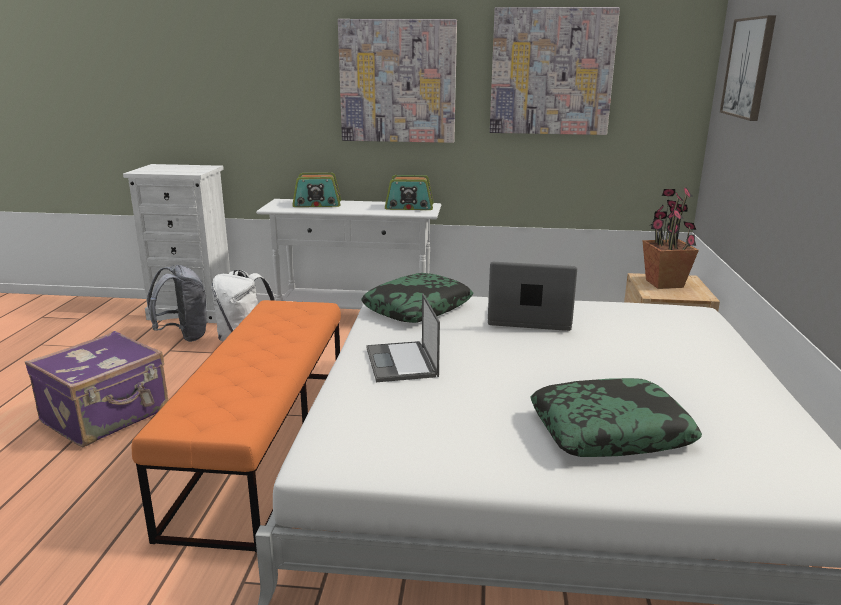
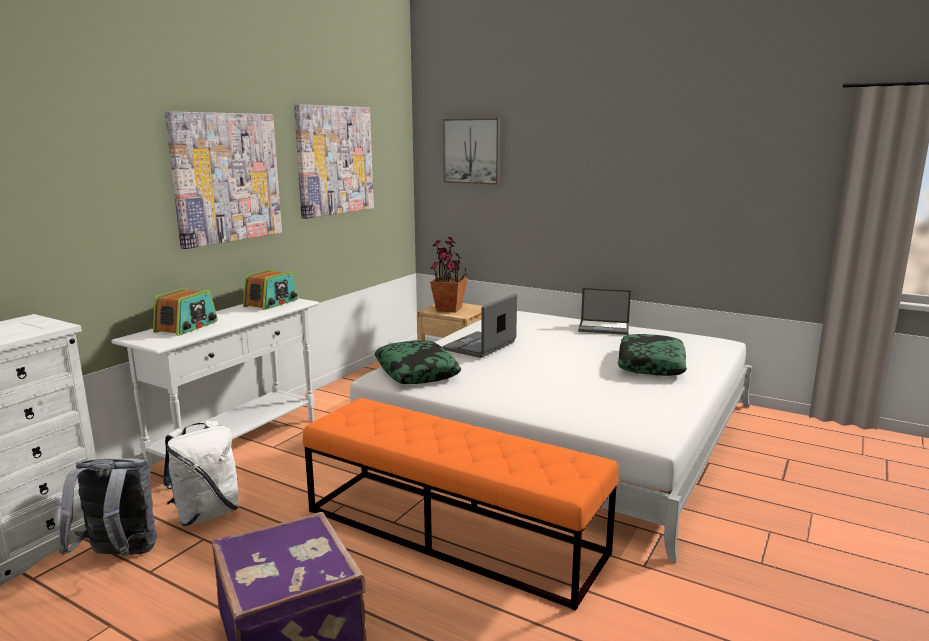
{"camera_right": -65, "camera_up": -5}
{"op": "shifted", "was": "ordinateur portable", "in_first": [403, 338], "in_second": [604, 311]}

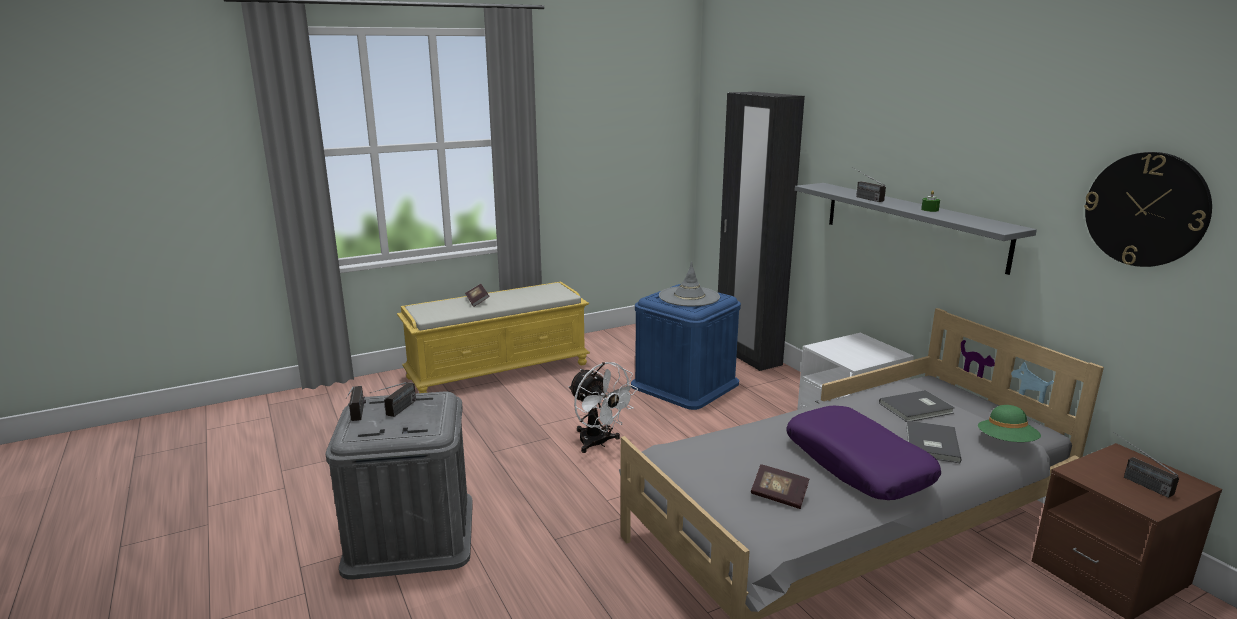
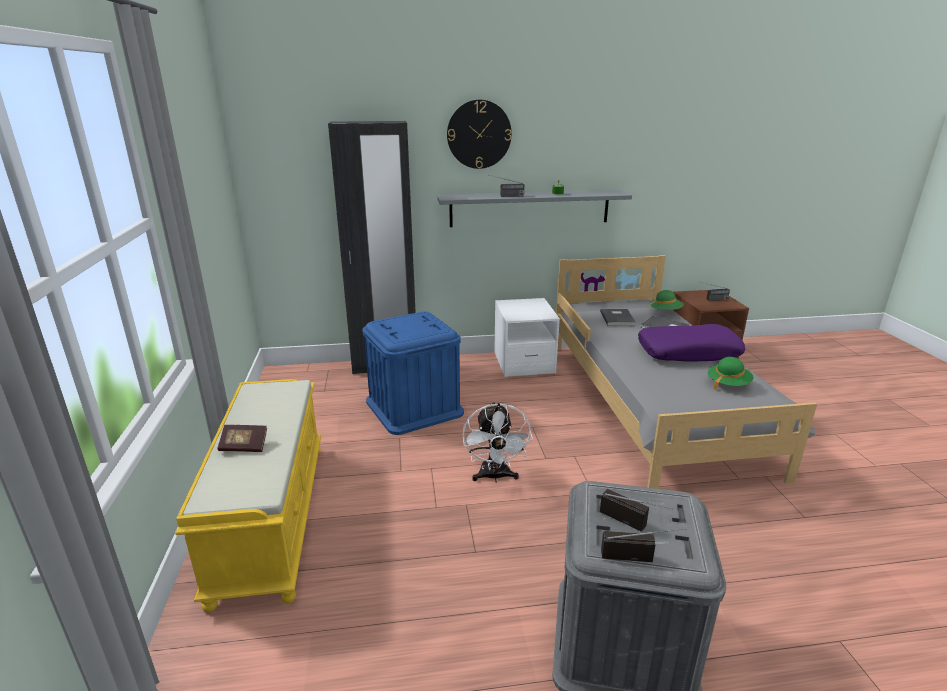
{"camera_right": -70, "camera_up": 5}
{"op": "gone", "was": "chapeau (gris)", "in_first": [689, 284]}
{"op": "shifted", "was": "horloge murale", "in_first": [1148, 209], "in_second": [479, 134]}
{"op": "swapped", "was": "livre", "now": "chapeau (vert)", "in_first": [780, 486], "in_second": [730, 373]}
{"op": "rotated", "was": "ventilateur (blanc)", "in_first": [603, 407], "in_second": [497, 442], "clockwise": 105}

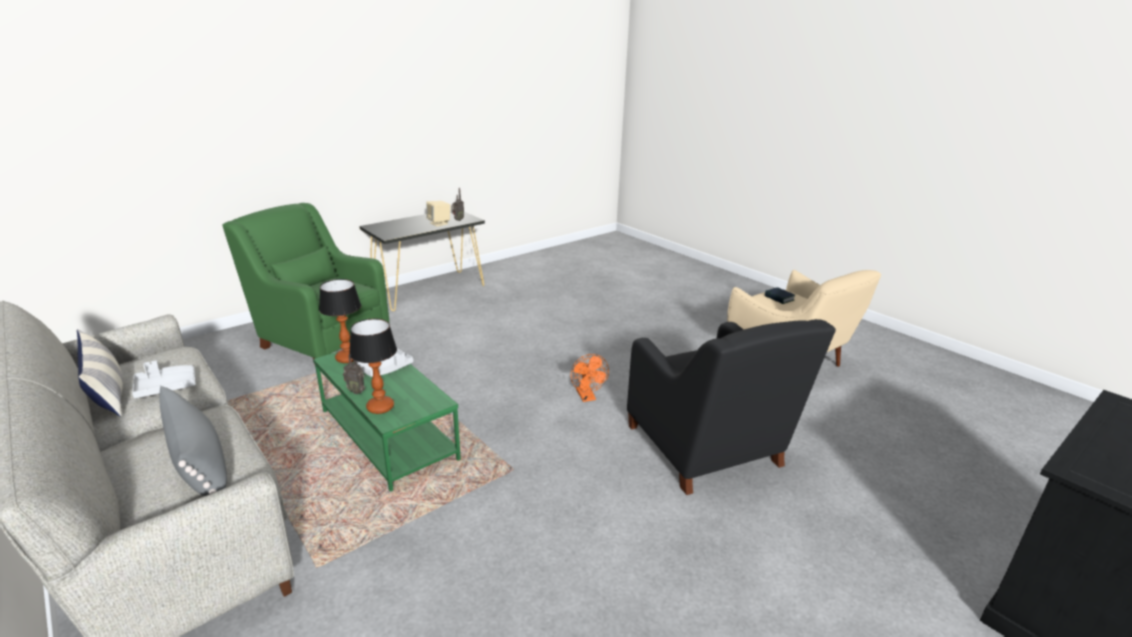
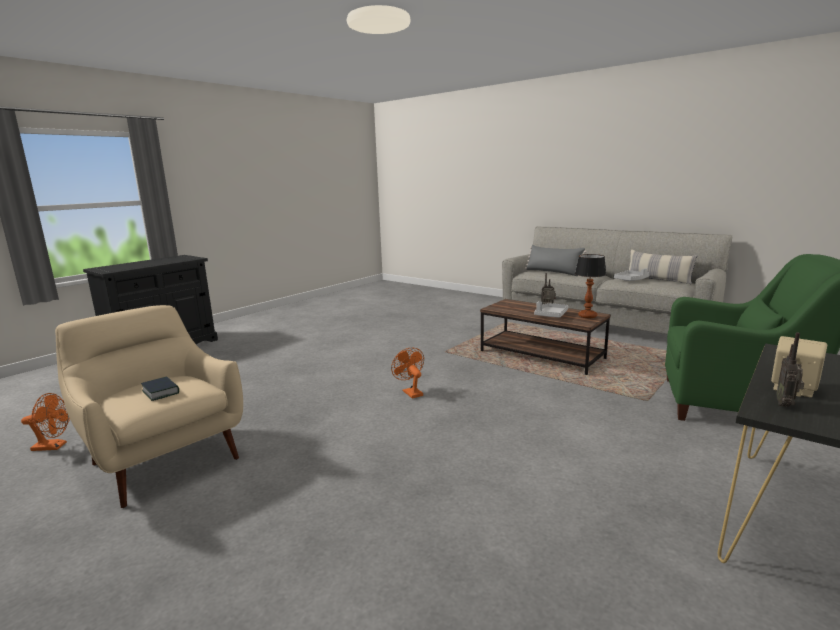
{"camera_right": 170, "camera_up": -10}
{"op": "gone", "was": "lampe de table", "in_first": [373, 366]}
{"op": "gone", "was": "fauteuil (noir)", "in_first": [731, 407]}
{"op": "new", "now": "ventilateur (orange)", "in_second": [45, 422]}
{"op": "repainted", "was": "table basse (vert)", "now": "table basse (marron)", "in_first": [387, 421], "in_second": [545, 337]}

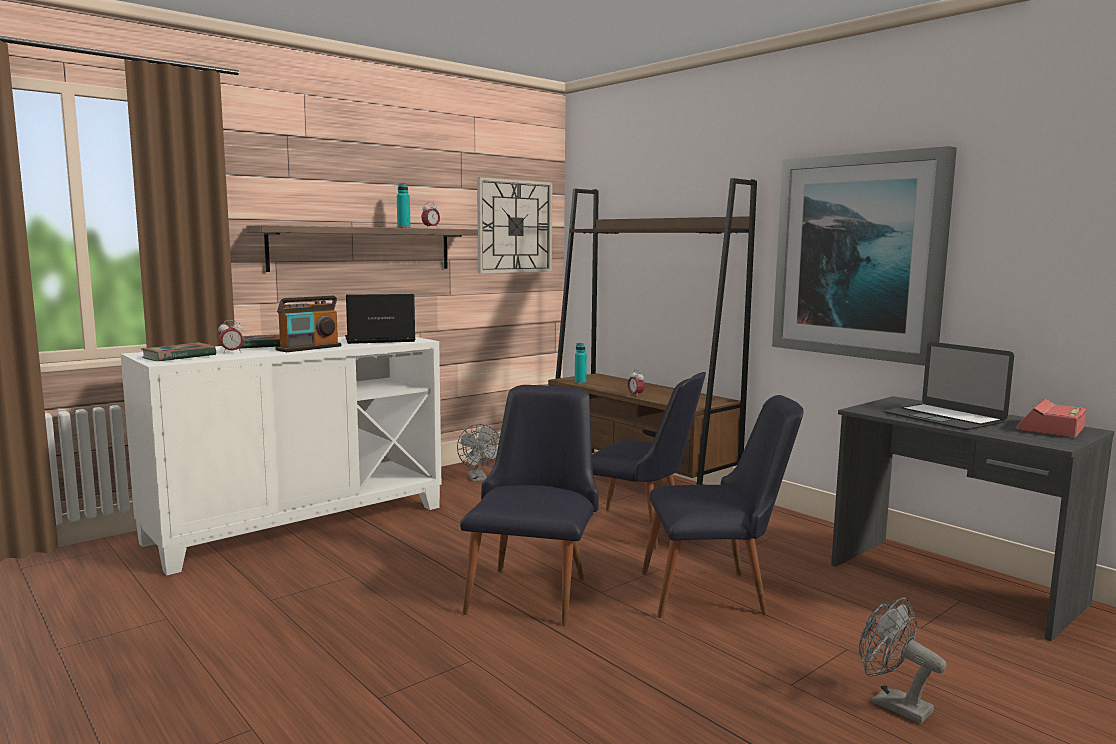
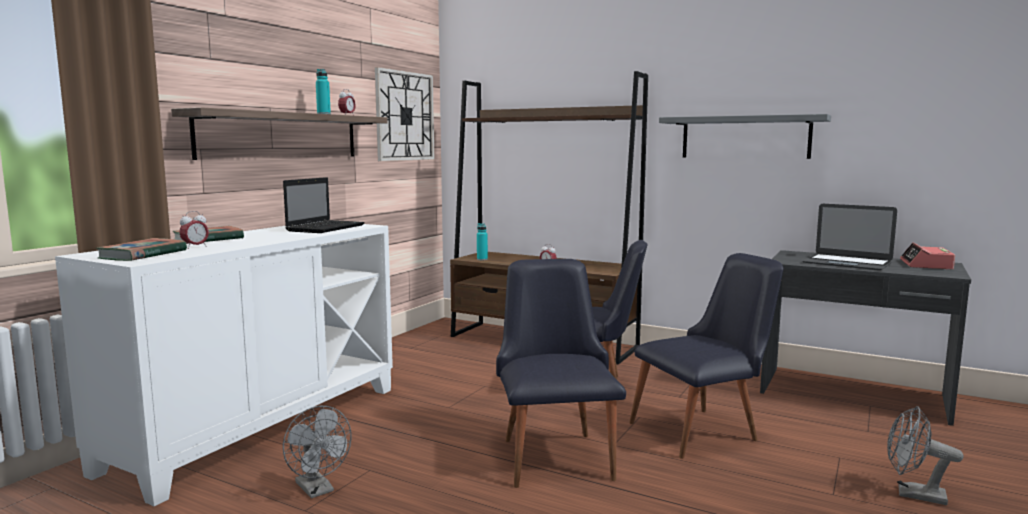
{"camera_right": -20, "camera_up": 0}
{"op": "gone", "was": "radio", "in_first": [308, 324]}
{"op": "shifted", "was": "ventilateur (gris)", "in_first": [478, 453], "in_second": [317, 452]}
{"op": "swapped", "was": "tableau", "now": "étagère (gris)", "in_first": [864, 256], "in_second": [745, 136]}
{"op": "rotated", "was": "ordinateur portable", "in_first": [380, 319], "in_second": [324, 205], "clockwise": 150}

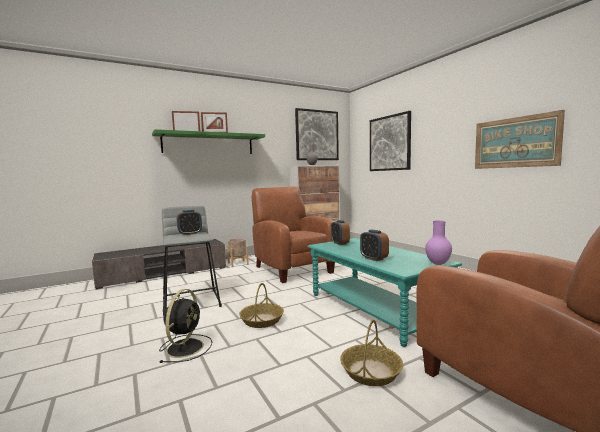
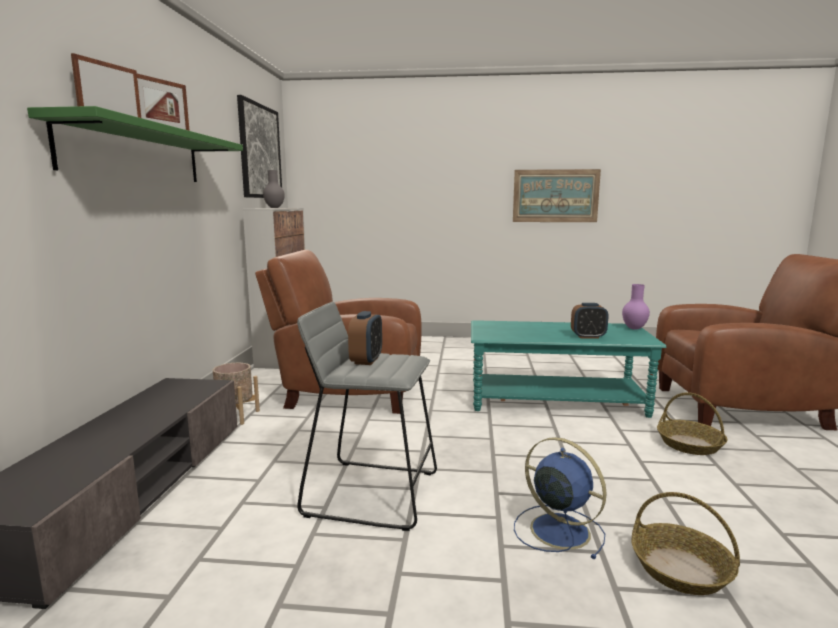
{"camera_right": -55, "camera_up": 5}
{"op": "gone", "was": "réveil", "in_first": [340, 232]}
{"op": "gone", "was": "tableau", "in_first": [390, 141]}
{"op": "shifted", "was": "panier", "in_first": [261, 305], "in_second": [686, 543]}
{"op": "repainted", "was": "ventilateur (noir)", "now": "ventilateur (bleu)", "in_first": [185, 326], "in_second": [560, 498]}

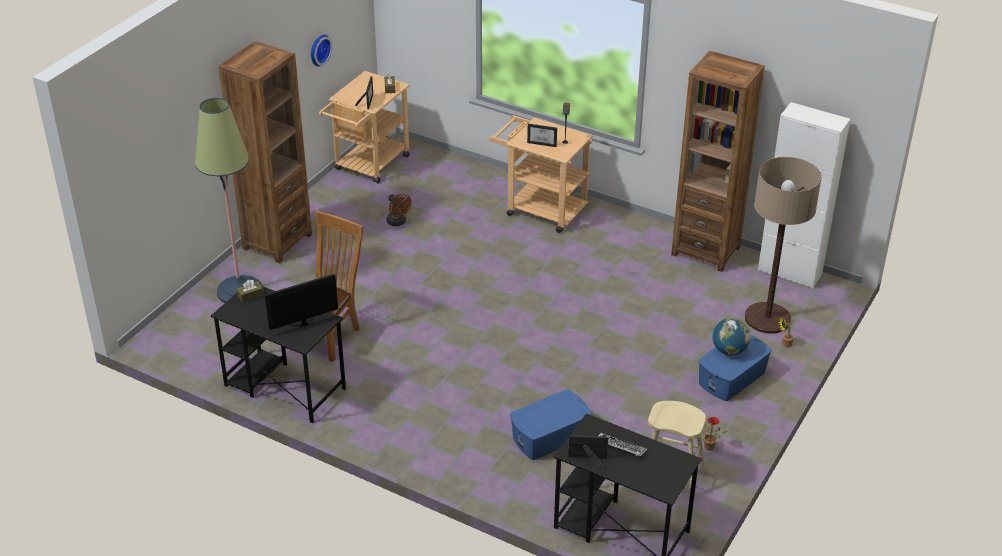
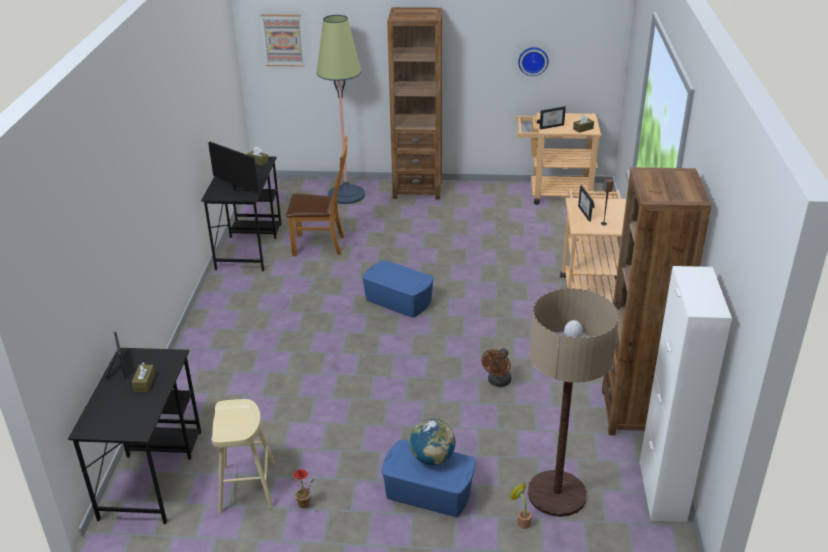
{"camera_right": 65, "camera_up": -5}
{"op": "new", "now": "tableau", "in_second": [283, 40]}
{"op": "shifted", "was": "ventilateur (marron)", "in_first": [399, 210], "in_second": [496, 367]}
{"op": "shifted", "was": "boîte de rangement (bleu)", "in_first": [550, 425], "in_second": [398, 289]}
{"op": "swapped", "was": "clavier", "now": "boîte à mouchoirs (marron)", "in_first": [622, 444], "in_second": [143, 377]}

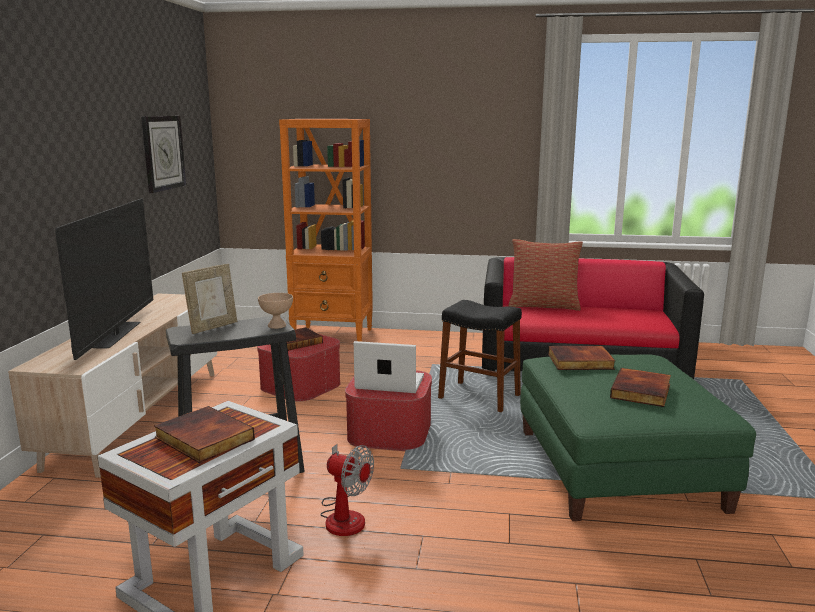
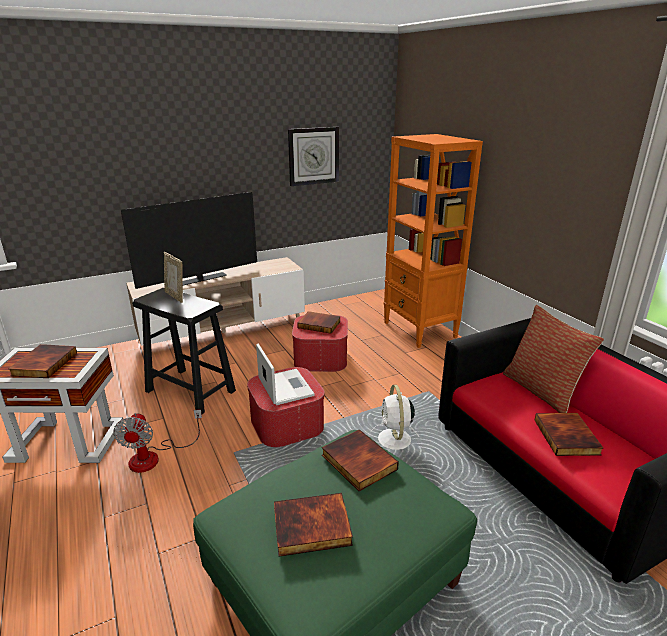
{"camera_right": 55, "camera_up": 10}
{"op": "gone", "was": "bol (beige)", "in_first": [275, 311]}
{"op": "new", "now": "livre", "in_second": [568, 434]}
{"op": "swapped", "was": "tabouret (noir)", "now": "ventilateur (blanc)", "in_first": [480, 356], "in_second": [395, 417]}
{"op": "rotated", "was": "cadre photo", "in_first": [209, 299], "in_second": [173, 277], "clockwise": 45}

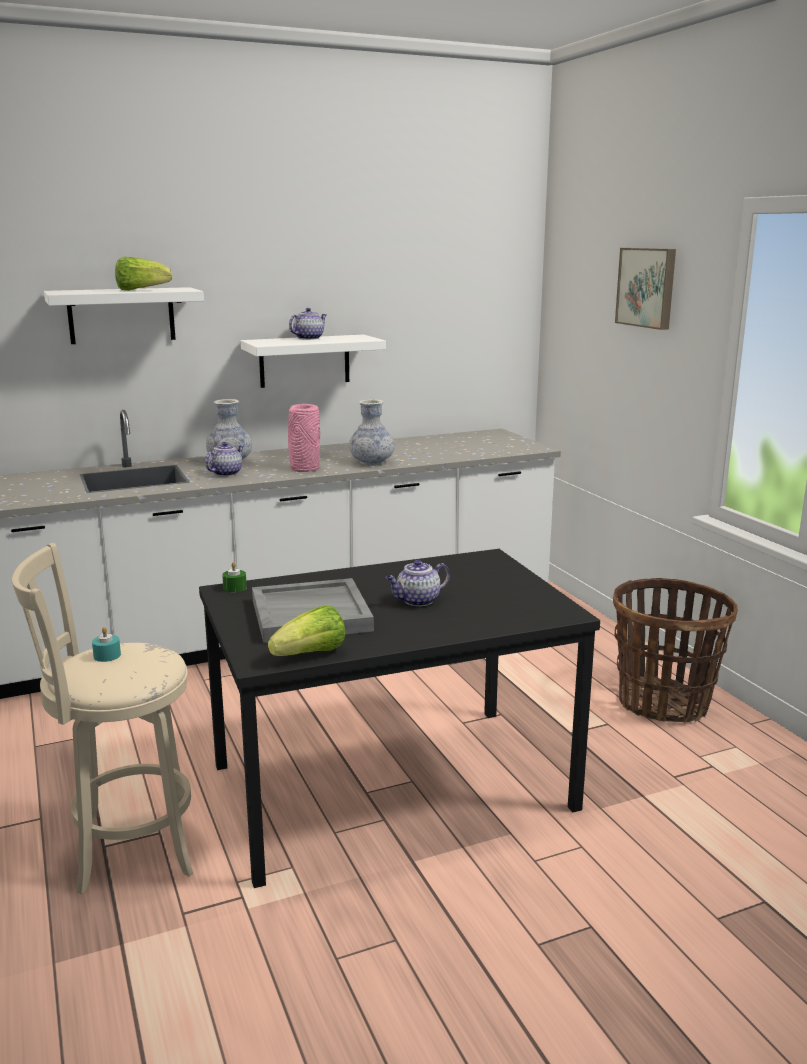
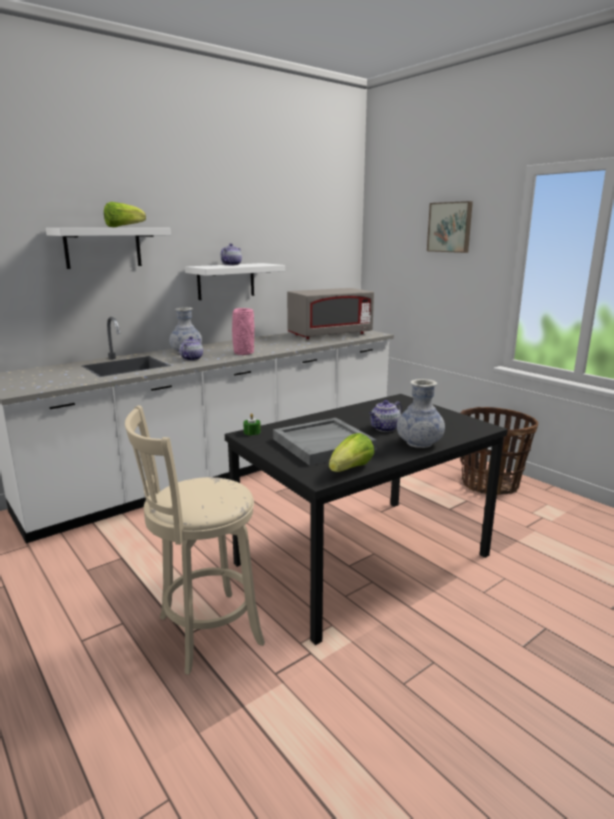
{"camera_right": -15, "camera_up": 0}
{"op": "gone", "was": "bougie (turquoise)", "in_first": [106, 644]}
{"op": "new", "now": "micro-ondes (gris)", "in_second": [330, 313]}
{"op": "shifted", "was": "vase", "in_first": [372, 432], "in_second": [421, 413]}

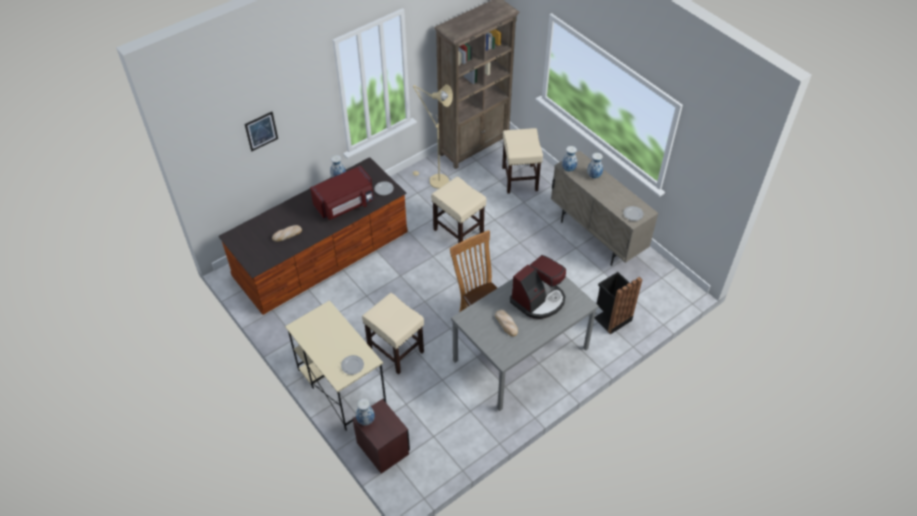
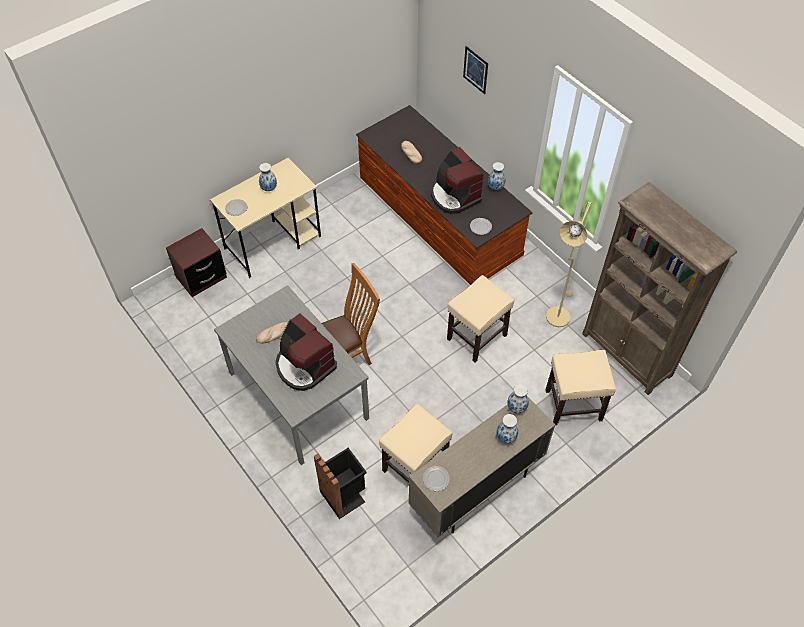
{"camera_right": 90, "camera_up": 5}
{"op": "shifted", "was": "vase", "in_first": [365, 412], "in_second": [268, 177]}
{"op": "shifted", "was": "tabouret (beige)", "in_first": [393, 334], "in_second": [416, 443]}
{"op": "swapped", "was": "micro-ondes (rouge)", "now": "machine à café", "in_first": [342, 192], "in_second": [457, 180]}

